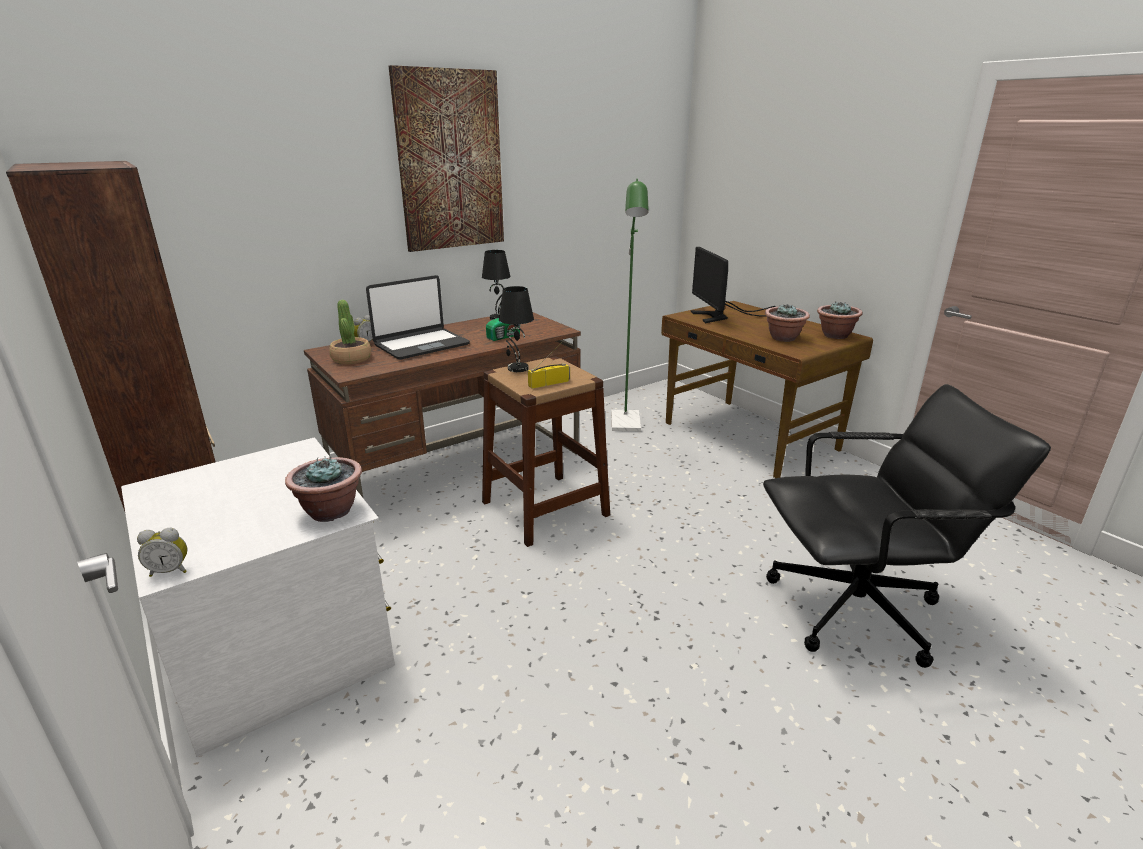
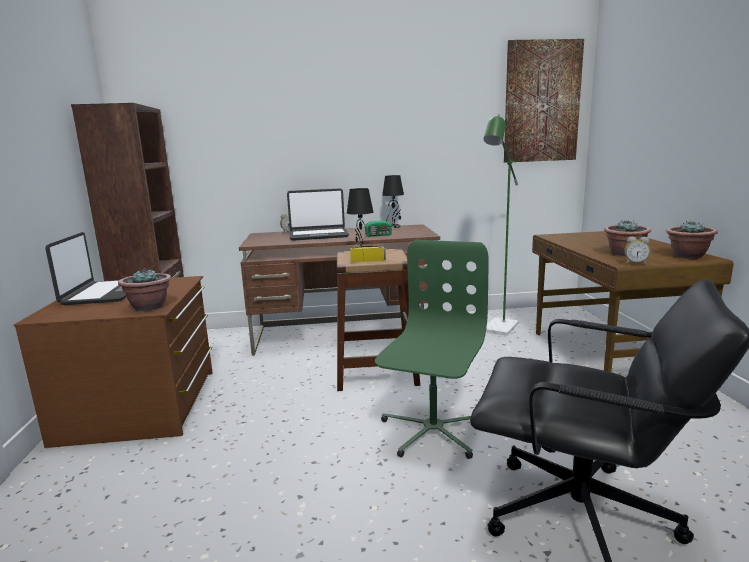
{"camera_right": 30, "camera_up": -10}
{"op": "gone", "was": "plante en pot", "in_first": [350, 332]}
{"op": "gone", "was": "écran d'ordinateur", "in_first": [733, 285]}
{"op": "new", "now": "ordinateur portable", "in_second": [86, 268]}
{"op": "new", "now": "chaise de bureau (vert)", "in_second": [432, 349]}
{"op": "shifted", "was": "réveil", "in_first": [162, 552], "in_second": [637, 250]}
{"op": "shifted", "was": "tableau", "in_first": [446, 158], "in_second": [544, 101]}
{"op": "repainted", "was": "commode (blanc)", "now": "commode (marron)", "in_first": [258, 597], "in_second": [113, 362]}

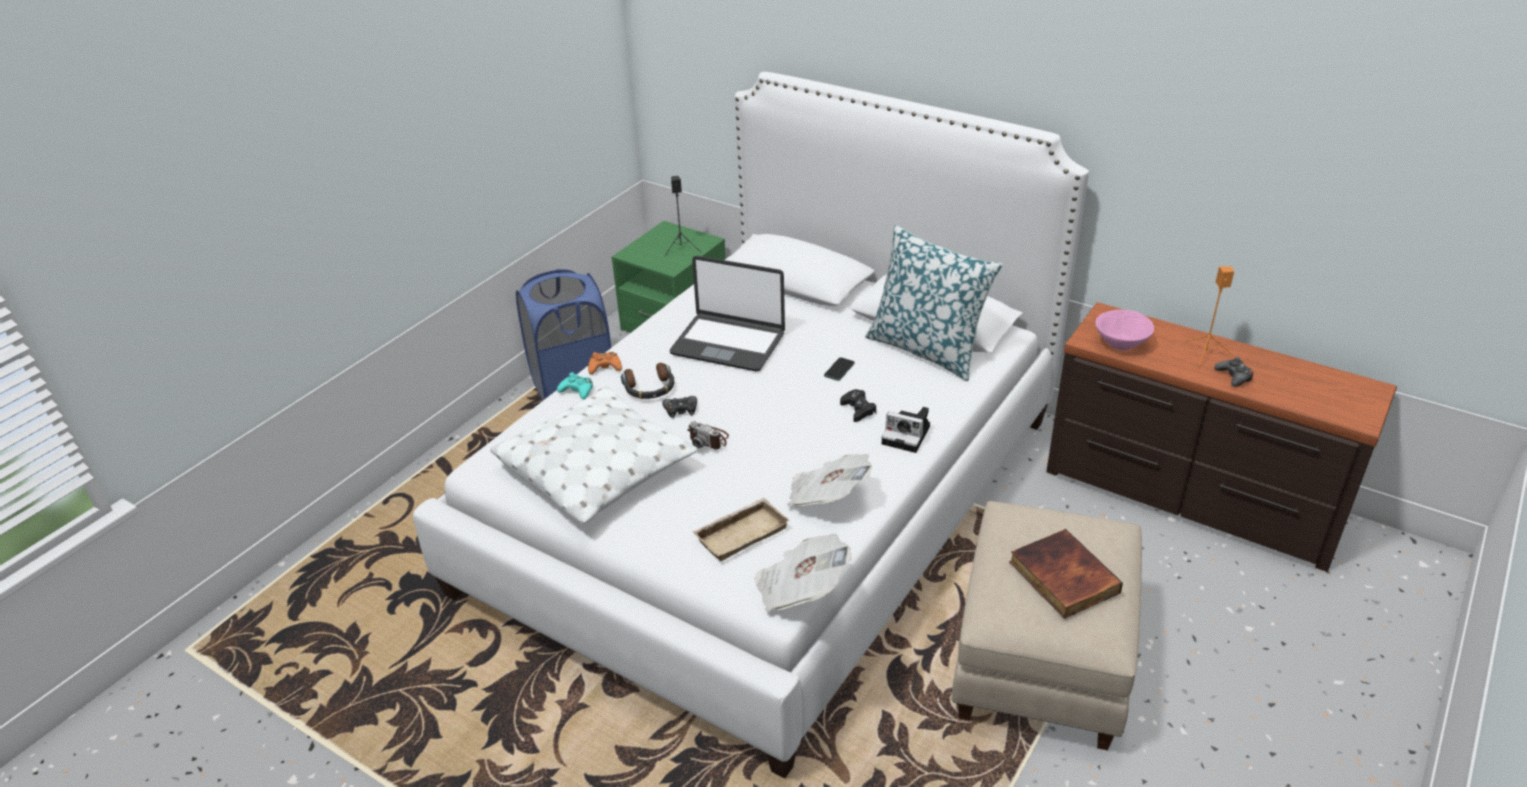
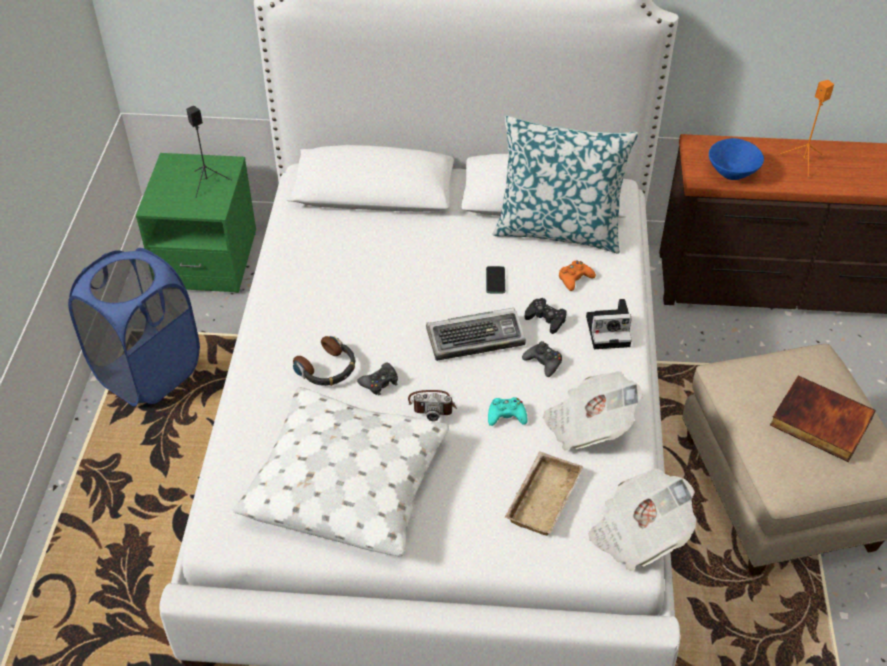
{"camera_right": -30, "camera_up": 10}
{"op": "gone", "was": "ordinateur portable", "in_first": [727, 313]}
{"op": "new", "now": "clavier", "in_second": [476, 334]}
{"op": "shifted", "was": "manette (turquoise)", "in_first": [575, 385], "in_second": [508, 411]}
{"op": "shifted", "was": "manette (orange)", "in_first": [605, 363], "in_second": [577, 275]}
{"op": "shifted", "was": "manette (noir)", "in_first": [1233, 372], "in_second": [542, 359]}
{"op": "repainted", "was": "bol (rose)", "now": "bol (bleu)", "in_first": [1125, 330], "in_second": [736, 159]}

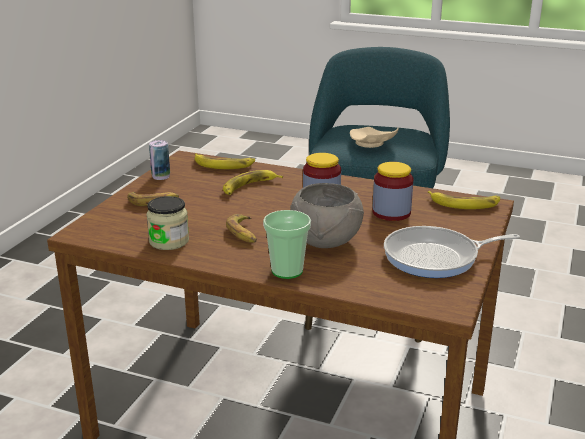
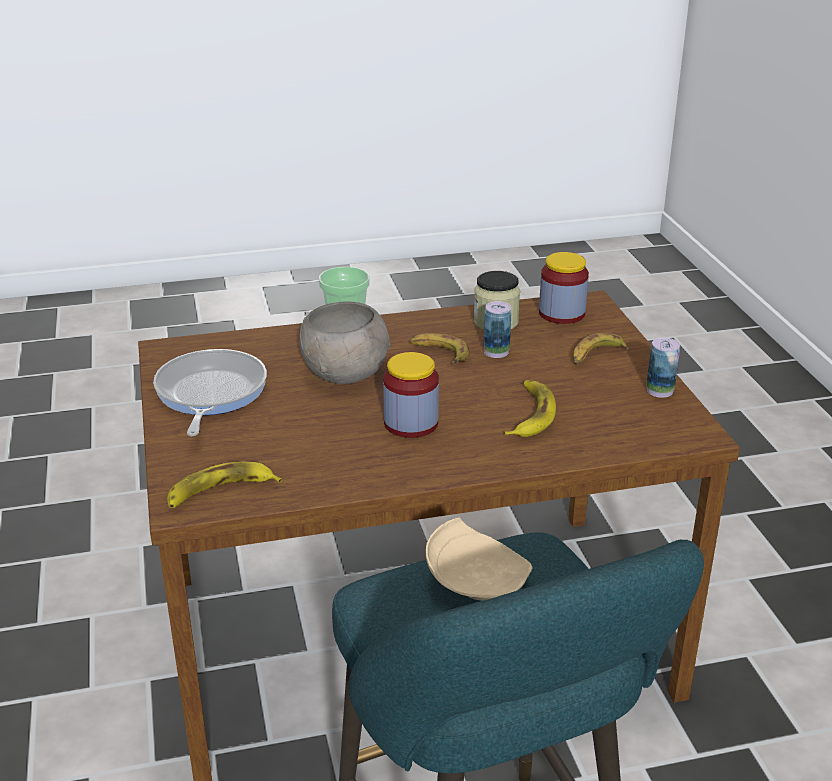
{"camera_right": 145, "camera_up": 5}
{"op": "gone", "was": "banane", "in_first": [225, 161]}
{"op": "new", "now": "boîte métallique", "in_second": [497, 329]}
{"op": "shifted", "was": "bocal", "in_first": [392, 191], "in_second": [564, 288]}
{"op": "rotated", "was": "poêle", "in_first": [452, 252], "in_second": [210, 392], "clockwise": -45}

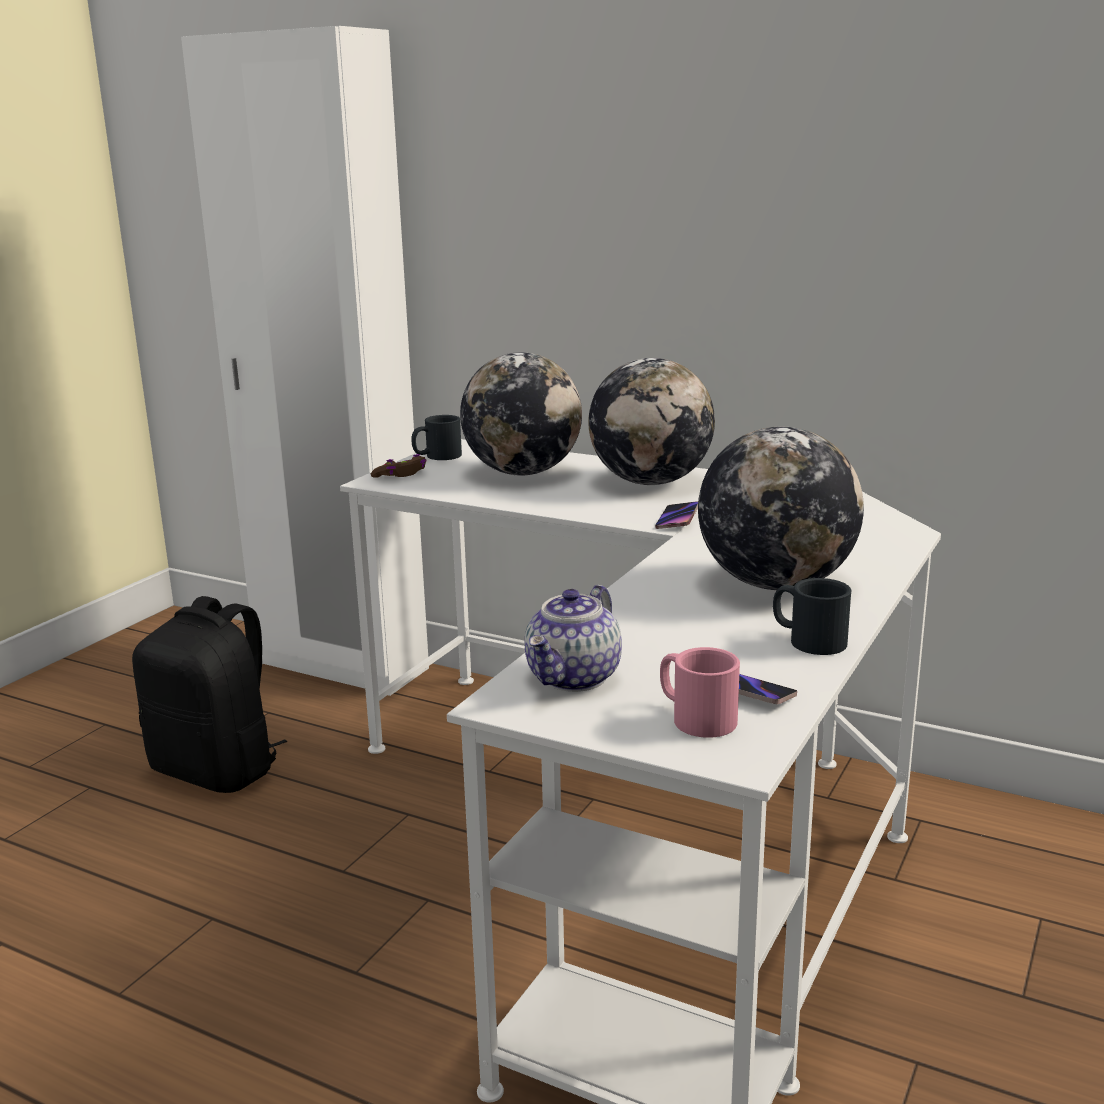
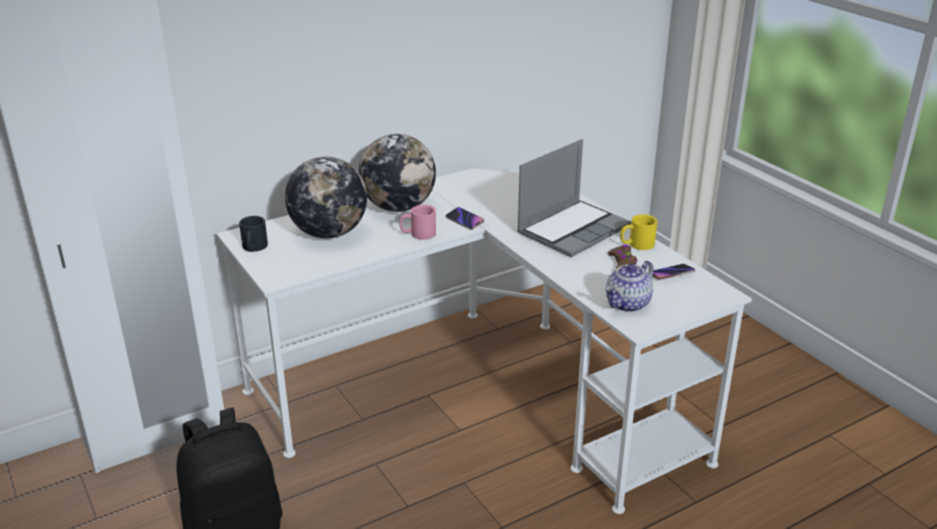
{"camera_right": -60, "camera_up": 10}
{"op": "shifted", "was": "manette (marron)", "in_first": [399, 466], "in_second": [622, 256]}
{"op": "shifted", "was": "mug (rose)", "in_first": [700, 692], "in_second": [417, 222]}
{"op": "swapped", "was": "globe", "now": "ordinateur portable", "in_first": [781, 508], "in_second": [574, 198]}
{"op": "repainted", "was": "mug (noir)", "now": "mug (jaune)", "in_first": [812, 616], "in_second": [638, 232]}
{"op": "rotated", "was": "théière", "in_first": [573, 638], "in_second": [630, 286], "clockwise": 75}

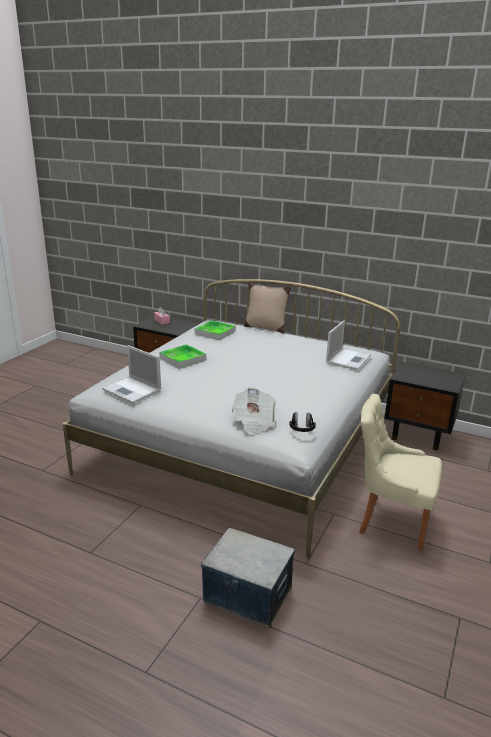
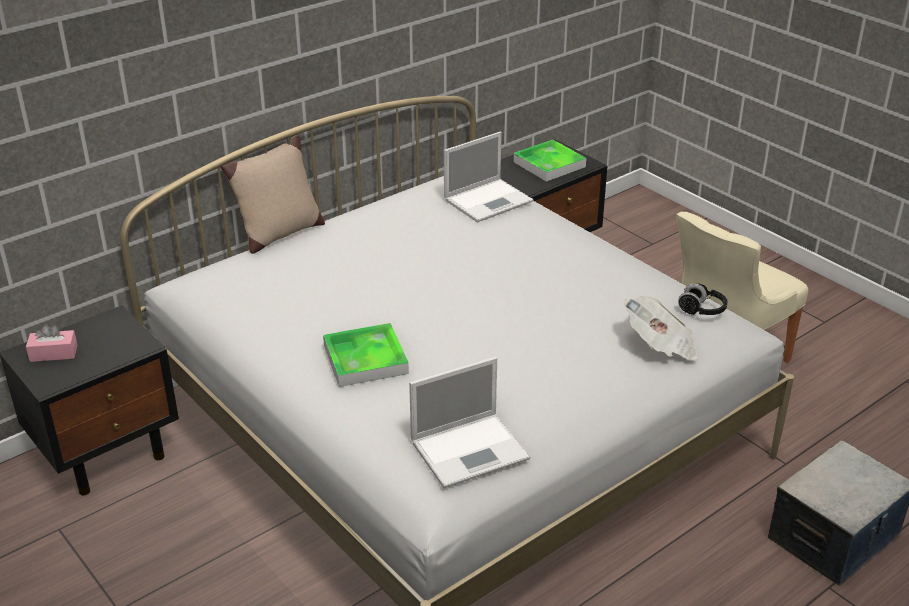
{"camera_right": -65, "camera_up": 10}
{"op": "shifted", "was": "plateau", "in_first": [215, 330], "in_second": [549, 161]}
{"op": "rotated", "was": "ordinateur portable", "in_first": [348, 345], "in_second": [488, 177], "clockwise": 90}

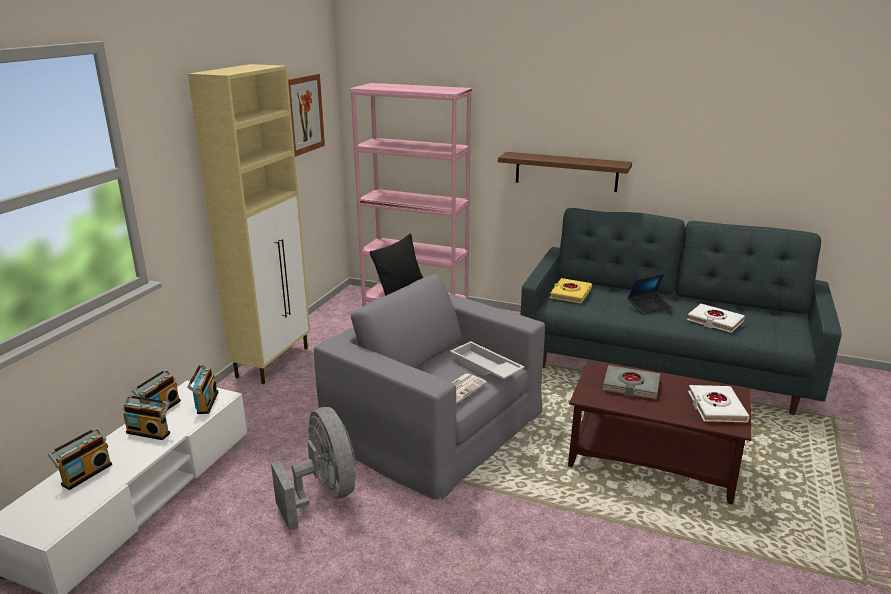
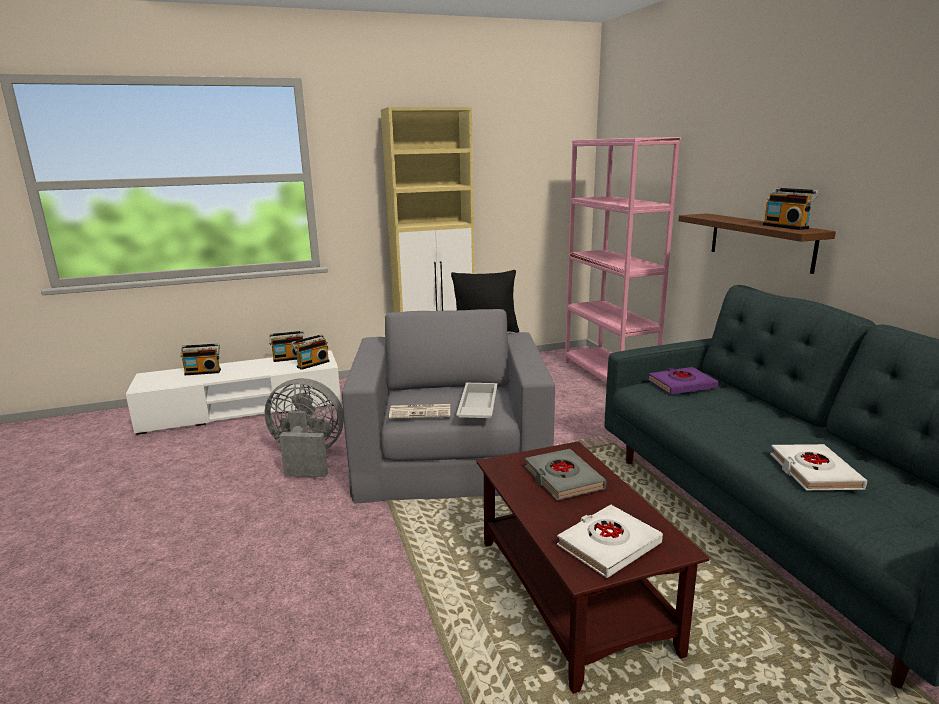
{"camera_right": 50, "camera_up": -5}
{"op": "gone", "was": "tableau", "in_first": [306, 115]}
{"op": "gone", "was": "ordinateur portable", "in_first": [649, 294]}
{"op": "shifted", "was": "radio", "in_first": [146, 417], "in_second": [791, 209]}
{"op": "repainted", "was": "livre (jaune)", "now": "livre (violet)", "in_first": [571, 290], "in_second": [683, 380]}
{"op": "rotated", "was": "ventilateur (gris)", "in_first": [313, 469], "in_second": [304, 427], "clockwise": -105}

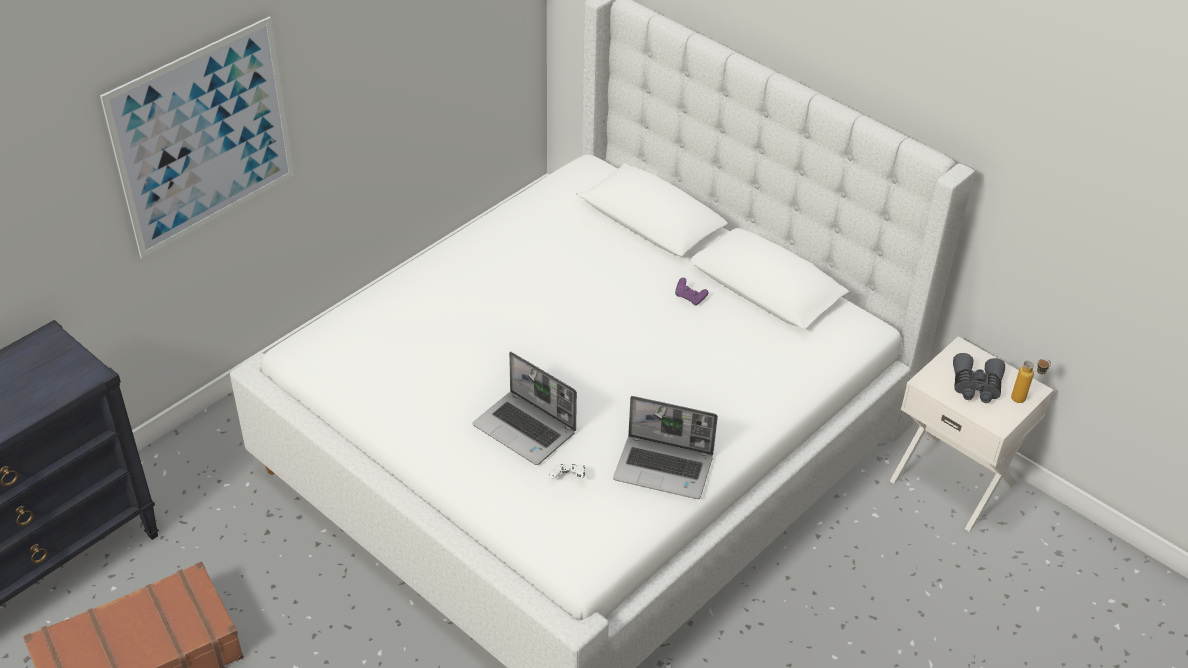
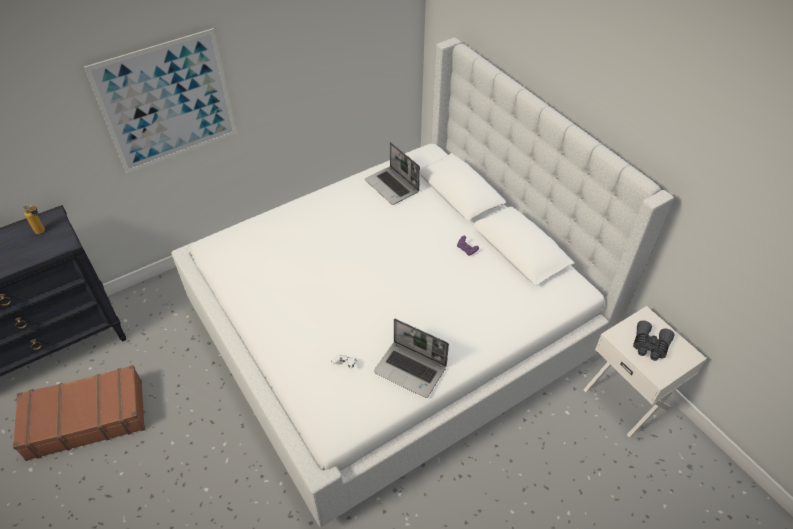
{"camera_right": 15, "camera_up": 5}
{"op": "shifted", "was": "ordinateur portable", "in_first": [524, 408], "in_second": [392, 173]}
{"op": "shifted", "was": "bouteille", "in_first": [1031, 381], "in_second": [34, 219]}

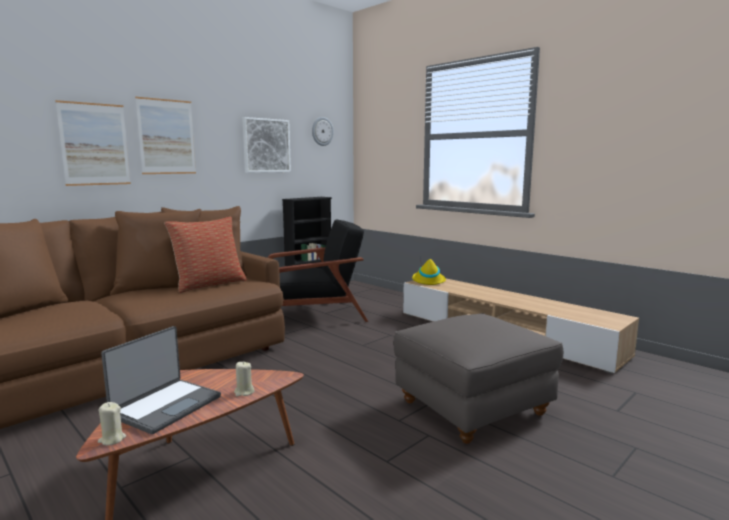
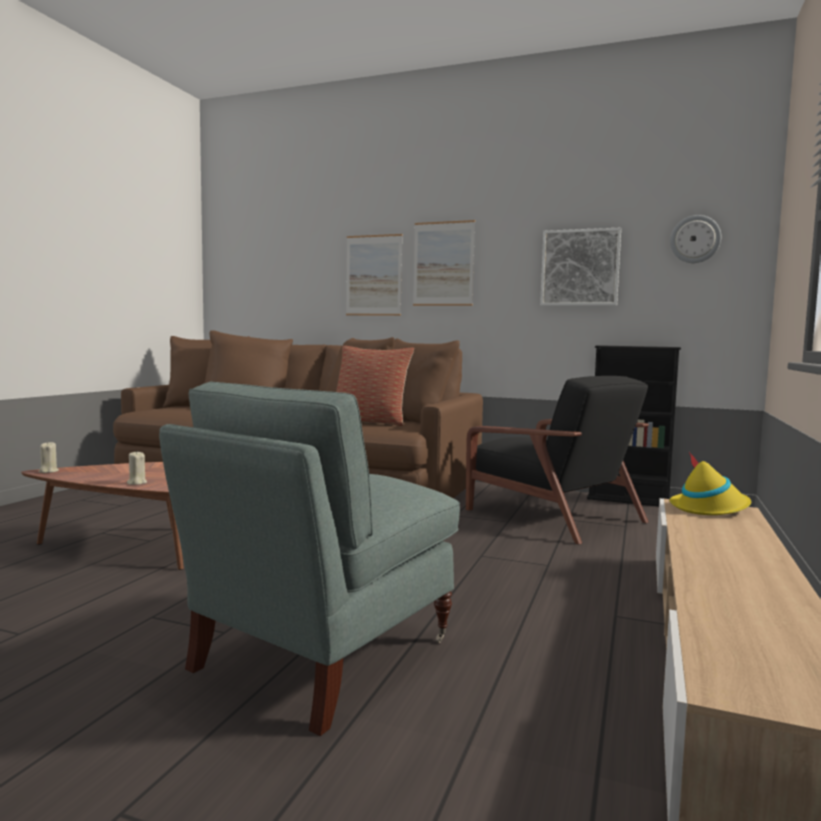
{"camera_right": 65, "camera_up": -5}
{"op": "gone", "was": "ordinateur portable", "in_first": [161, 380]}
{"op": "swapped", "was": "pouf (gris)", "now": "fauteuil (gris)", "in_first": [478, 378], "in_second": [309, 559]}

